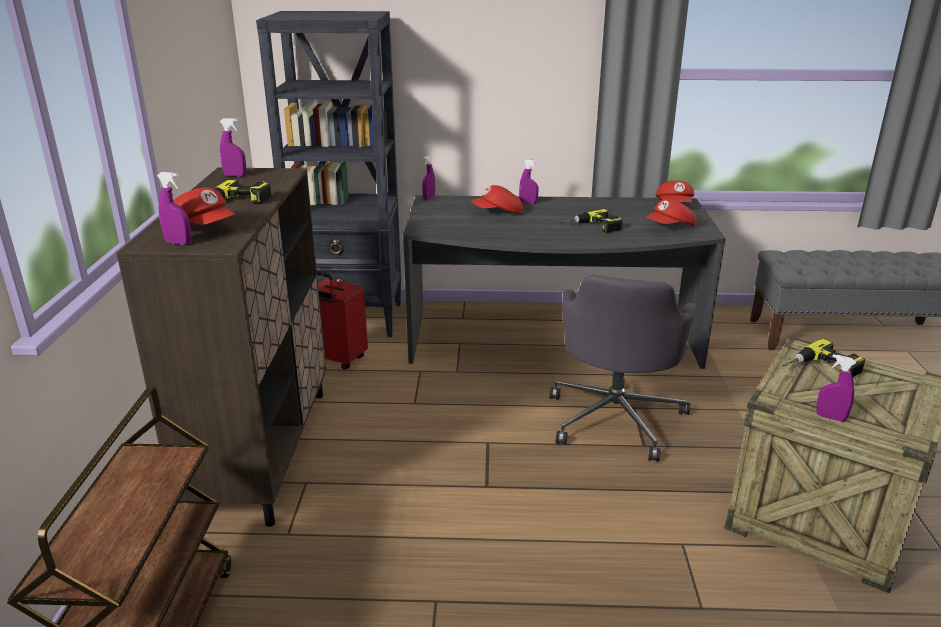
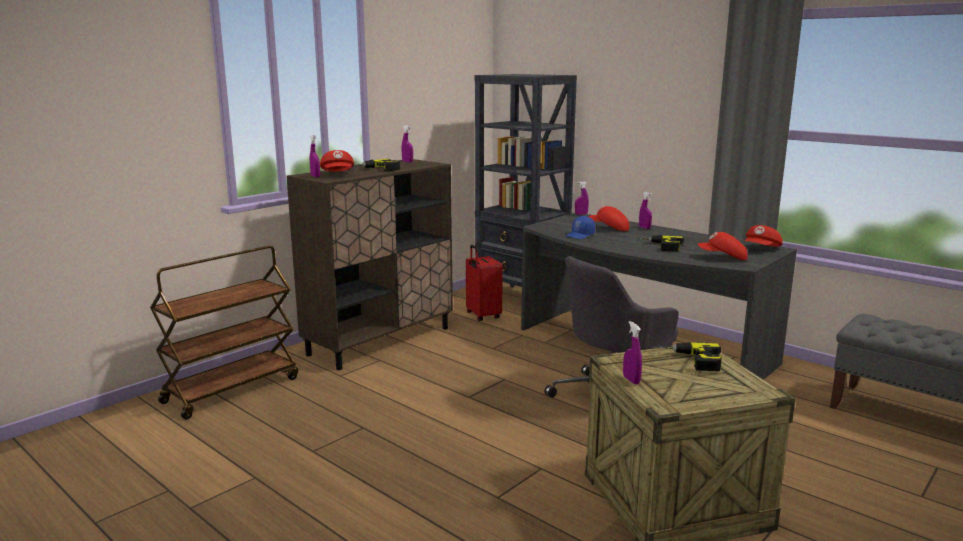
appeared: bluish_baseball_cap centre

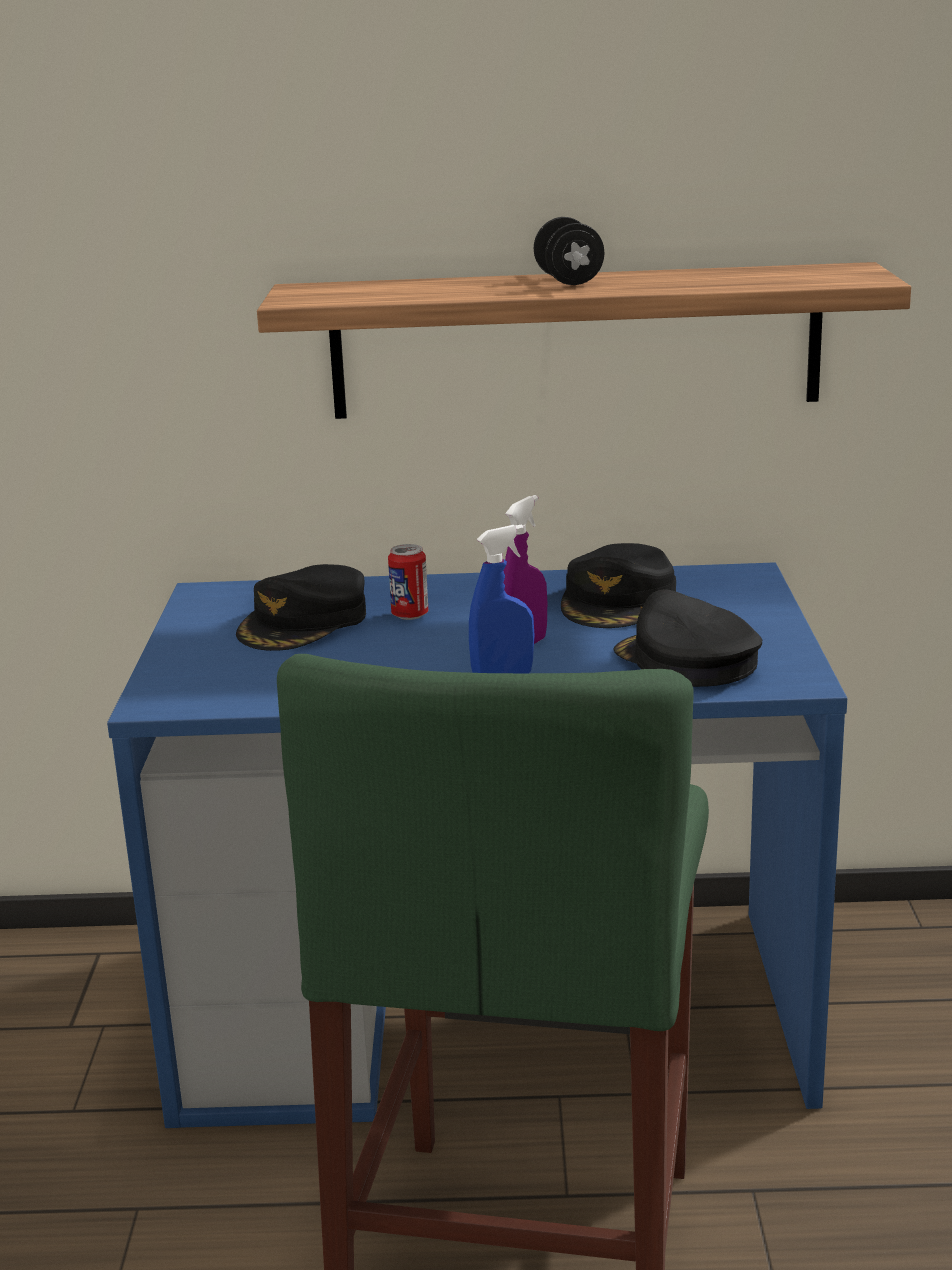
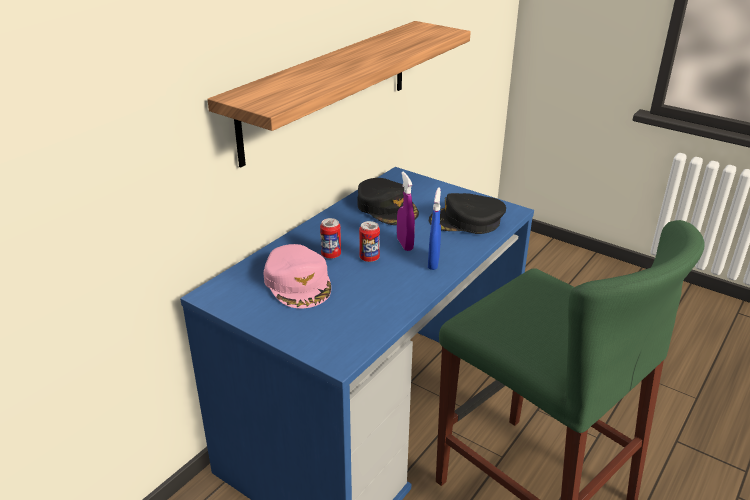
missing: black_dumbbell top centre
appeared: metal_can (no. 2 from left) centre
colour: black_baseball_cap (no. 1 from left) middle left to pinkish_baseball_cap centre

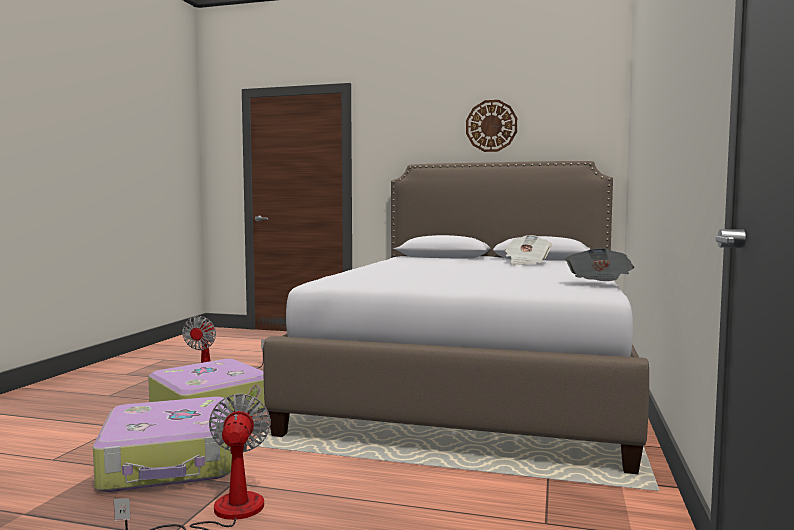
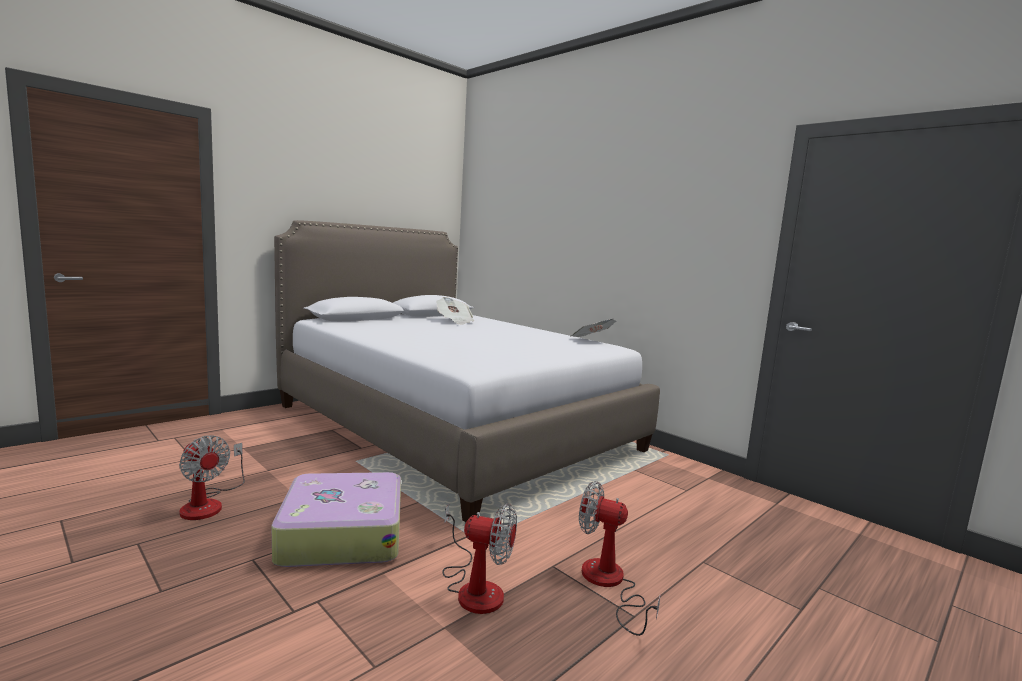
missing: hanging_clock top centre
exchanged: piece_of_luggage (no. 1 from left) bottom left to cooling_fan (no. 2 from left) bottom centre

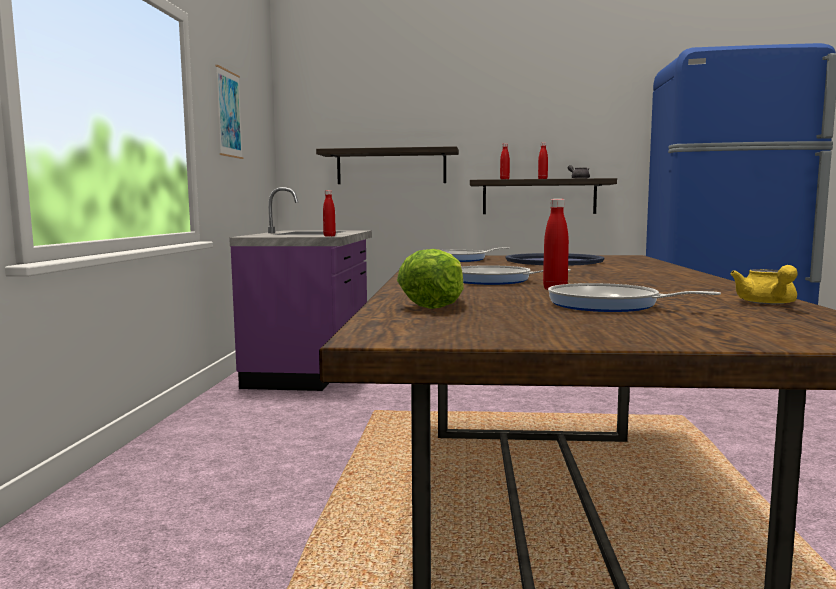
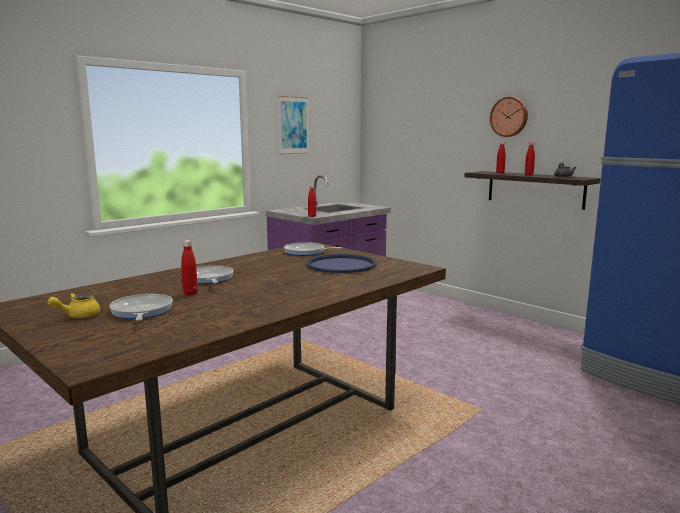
missing: bracket_shelf (no. 1 from left) top centre; lettuce centre
appeared: hanging_clock top right
relocated: yellow-coloured_teapot middle right to middle left

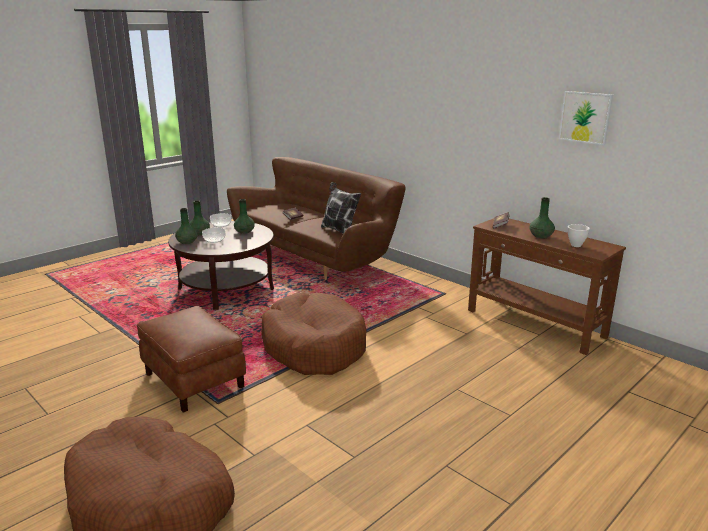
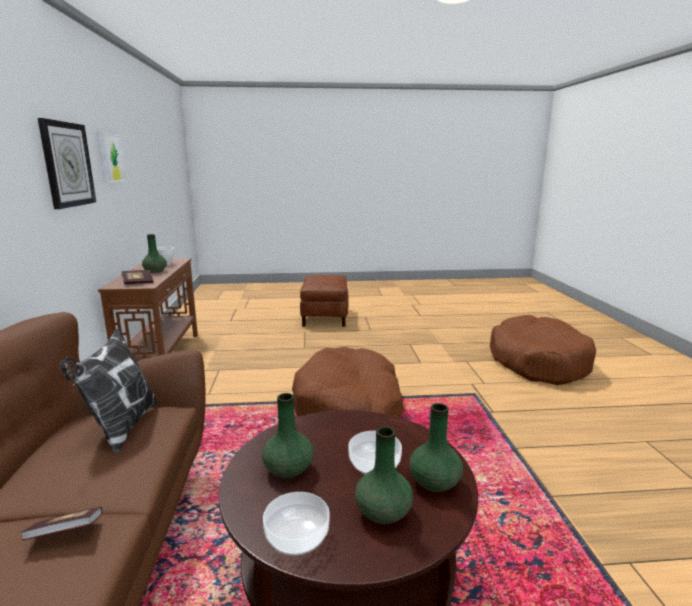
appeared: hanging_clock top left
relocated: brown-coloured_ottoman bottom left to centre

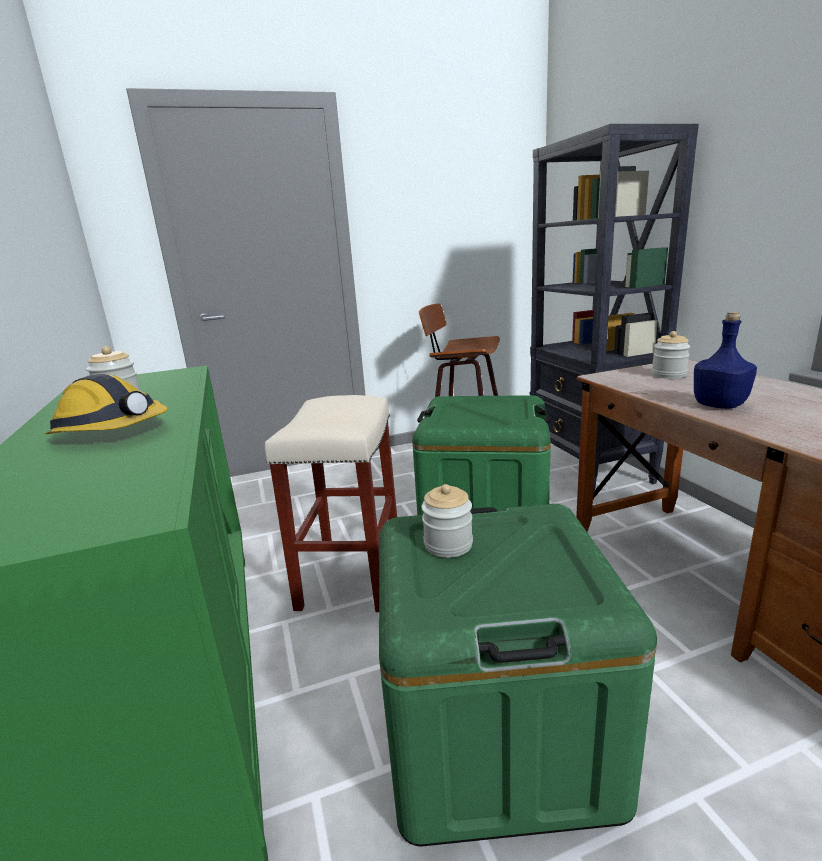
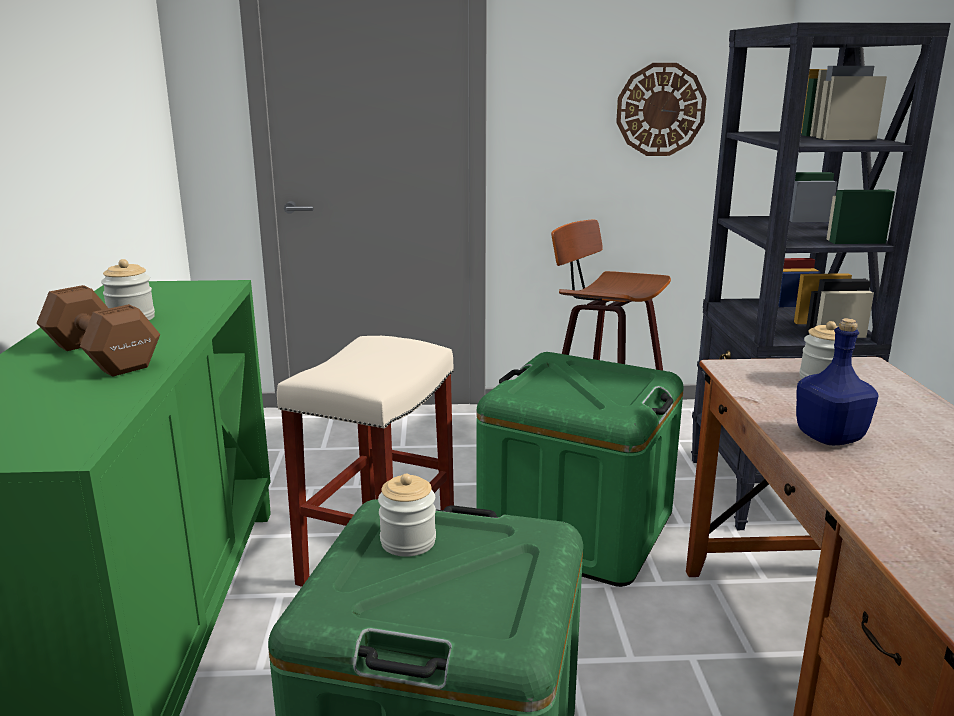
appeared: hanging_clock top right
exchanged: work_helmet middle left to brown-coloured_dumbbell middle left

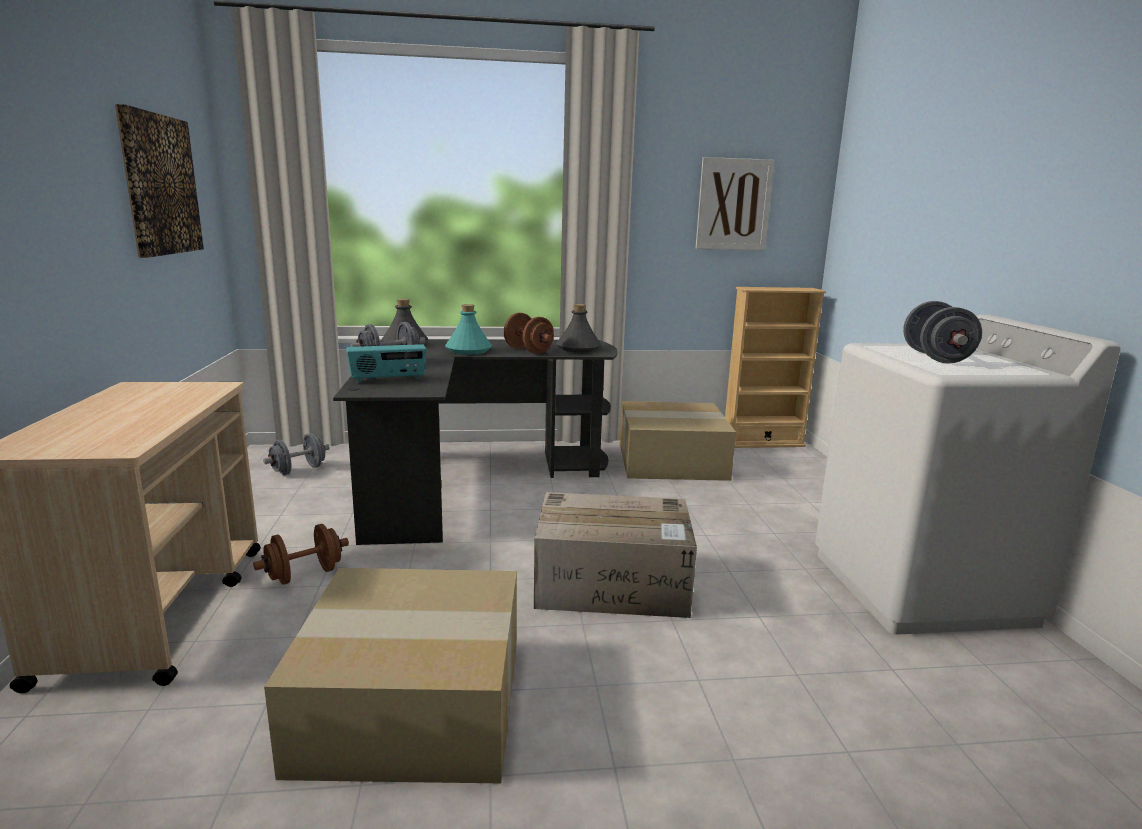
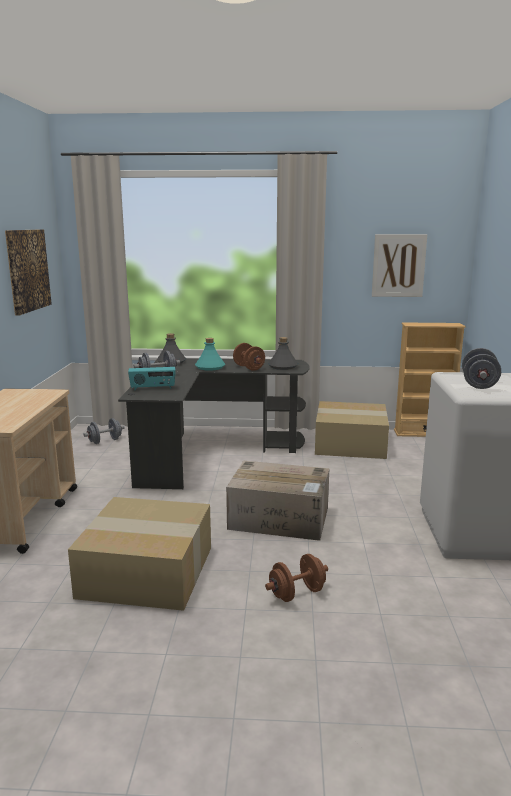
relocated: brown-coloured_dumbbell (no. 1 from left in the first image) bottom left to brown-coloured_dumbbell (no. 2 from left) bottom centre

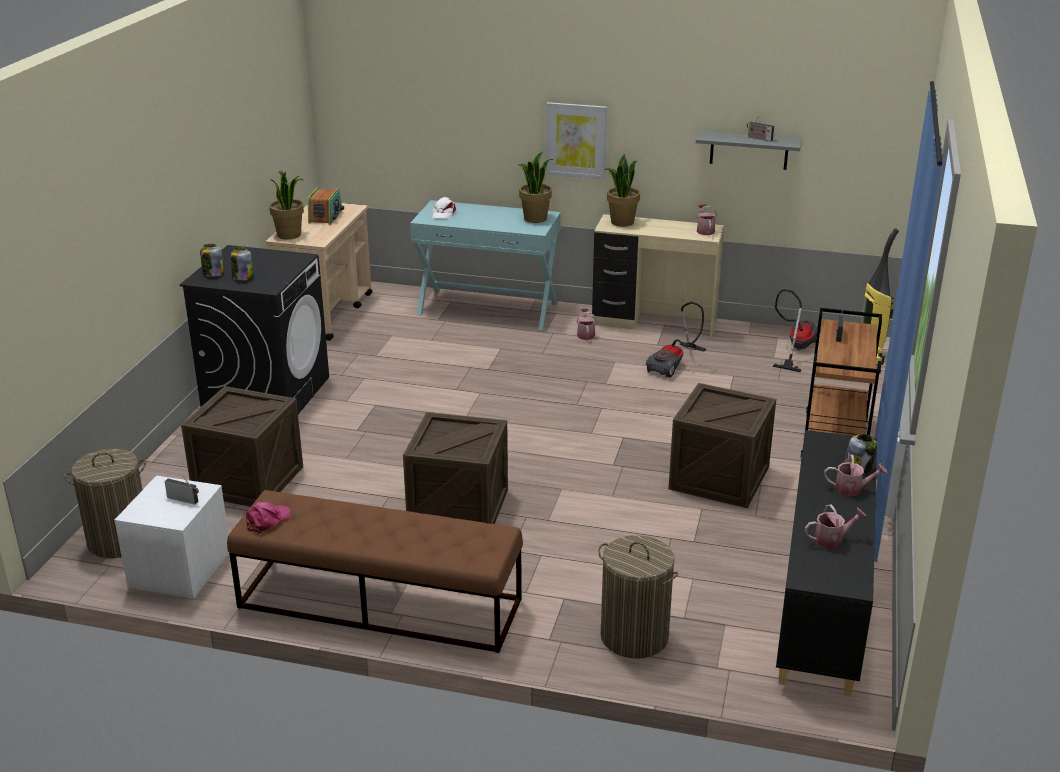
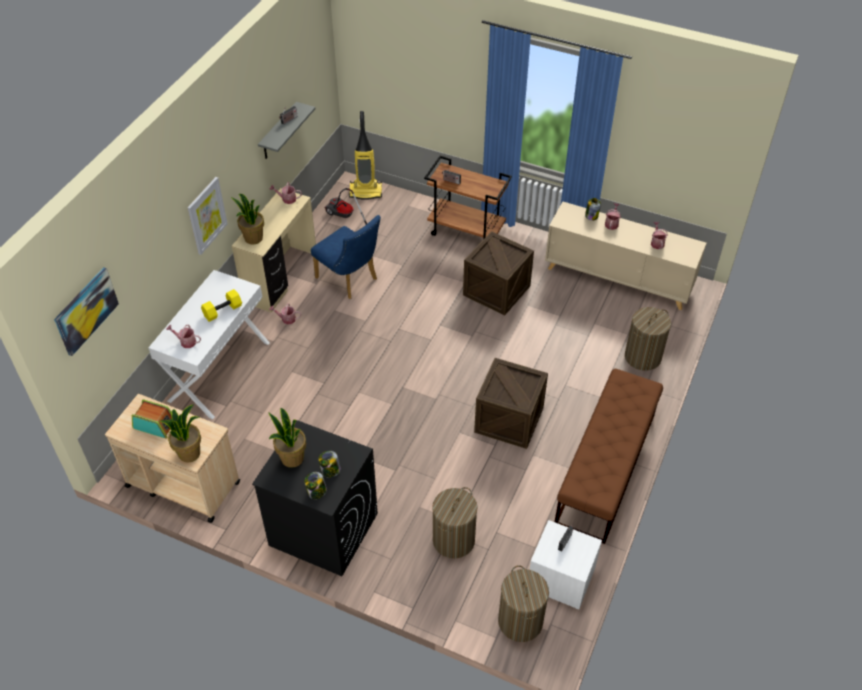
missing: pinkish_baseball_cap bottom left
appeared: wall_art (no. 1 from left) middle left; yellow-coloured_dumbbell middle left
relocated: potted_plant (no. 2 from left in the first image) top centre to potted_plant (no. 3 from left) middle left
exchanged: white-coloured_baseball_cap top centre to watering_can (no. 1 from left) middle left; vacuum (no. 1 from left) centre to bluish_upright_chair centre; shipping_crate (no. 1 from left) middle left to washing_basket (no. 1 from left) bottom centre
colour: turquoise_console_table centre to white-coloured_console_table middle left; black_cupboard bottom right to beige-coloured_cupboard middle right

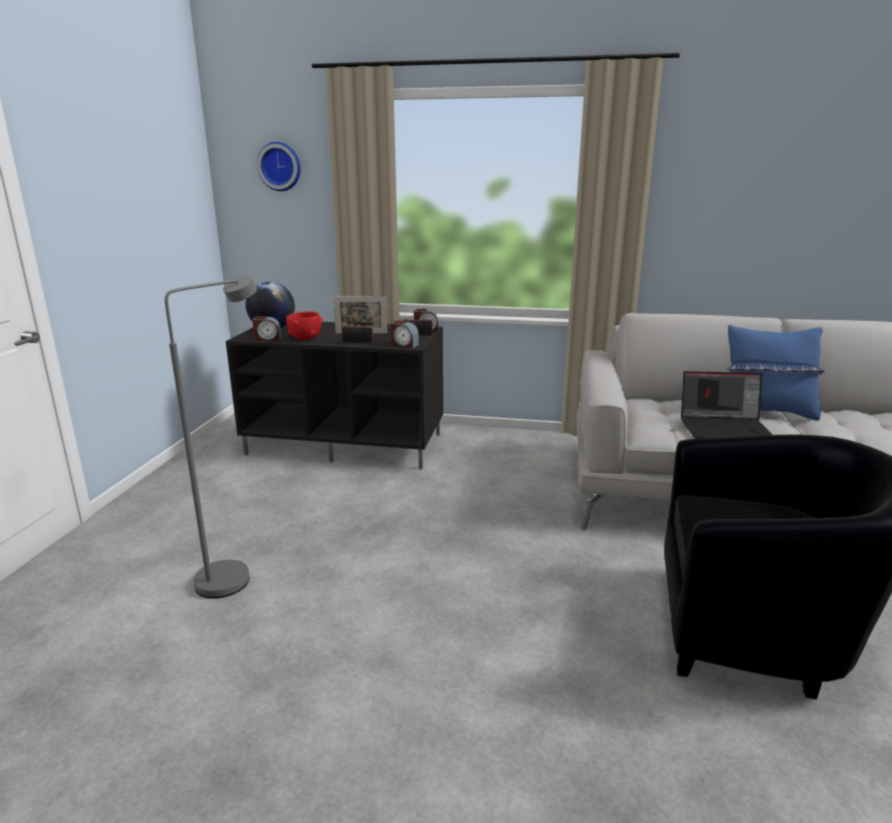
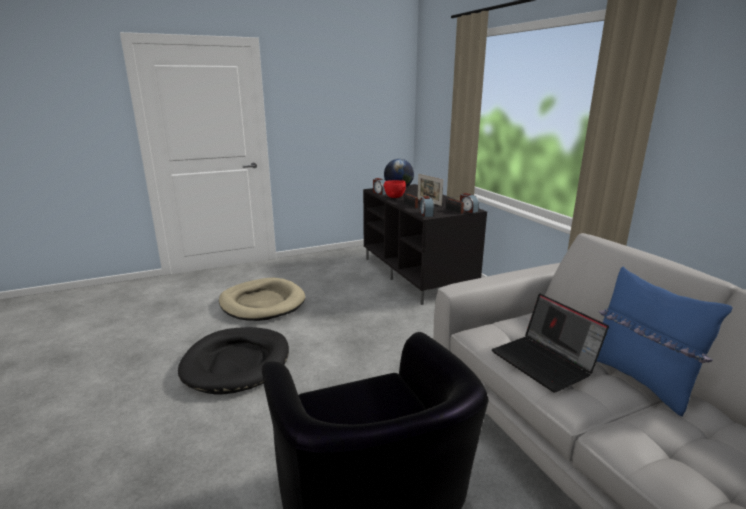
missing: hanging_clock top left
appeared: black_dog_cushion bottom left
exchanged: greyish_floor_lamp middle left to beige-coloured_dog_cushion centre

